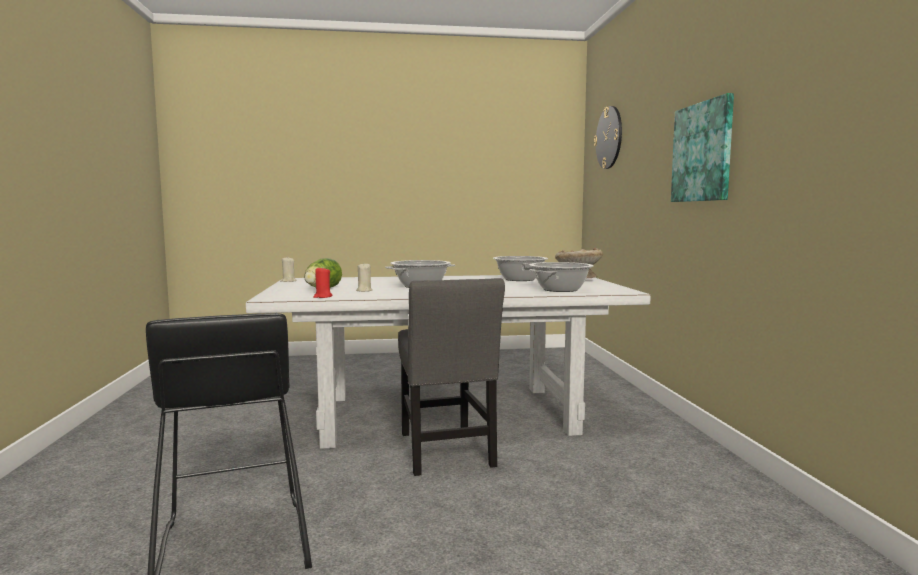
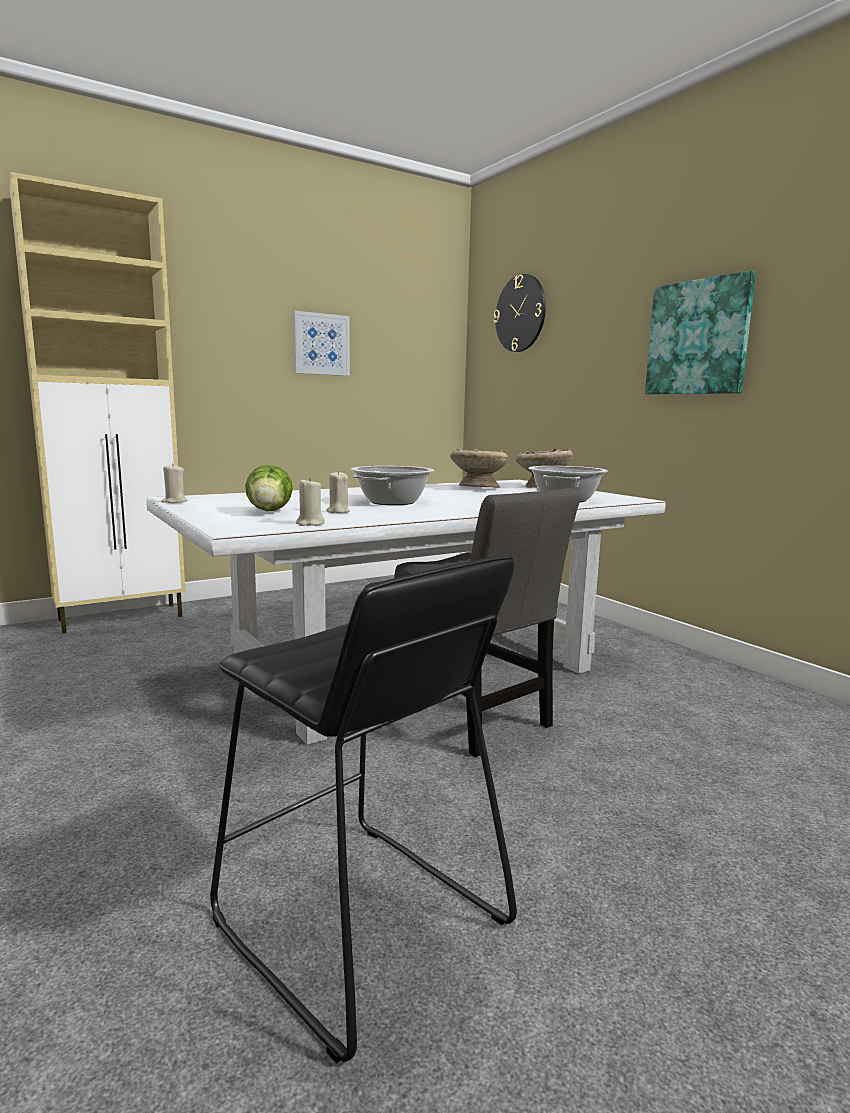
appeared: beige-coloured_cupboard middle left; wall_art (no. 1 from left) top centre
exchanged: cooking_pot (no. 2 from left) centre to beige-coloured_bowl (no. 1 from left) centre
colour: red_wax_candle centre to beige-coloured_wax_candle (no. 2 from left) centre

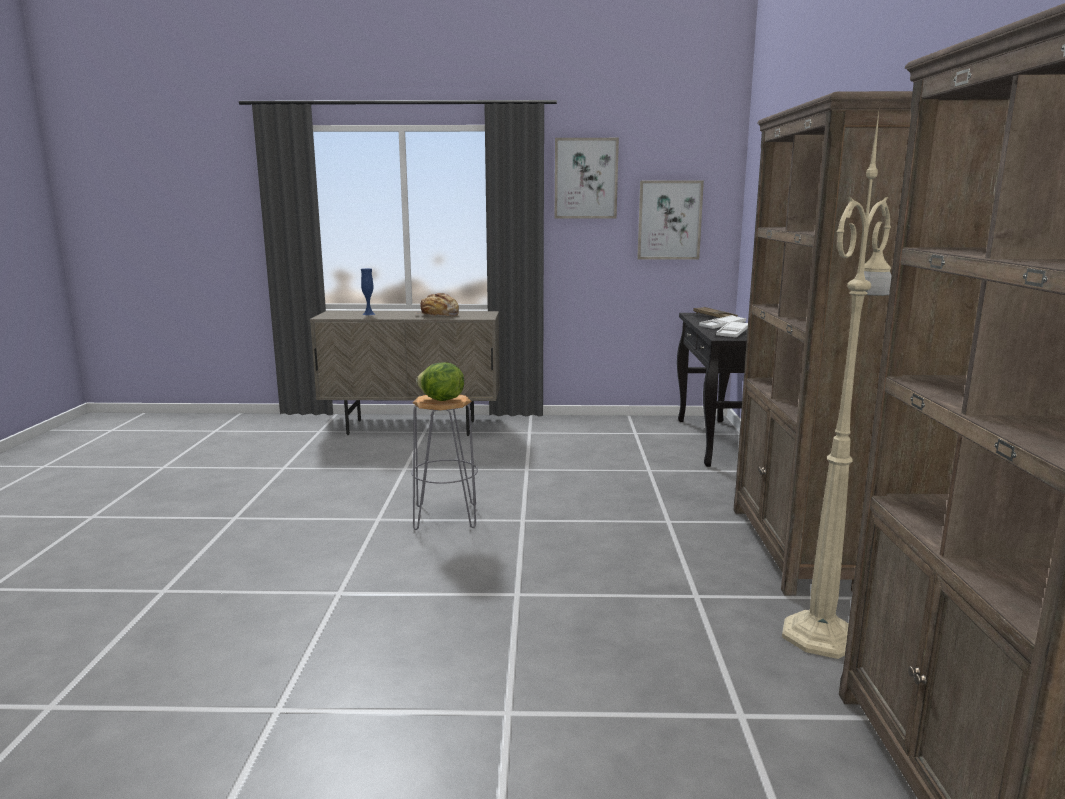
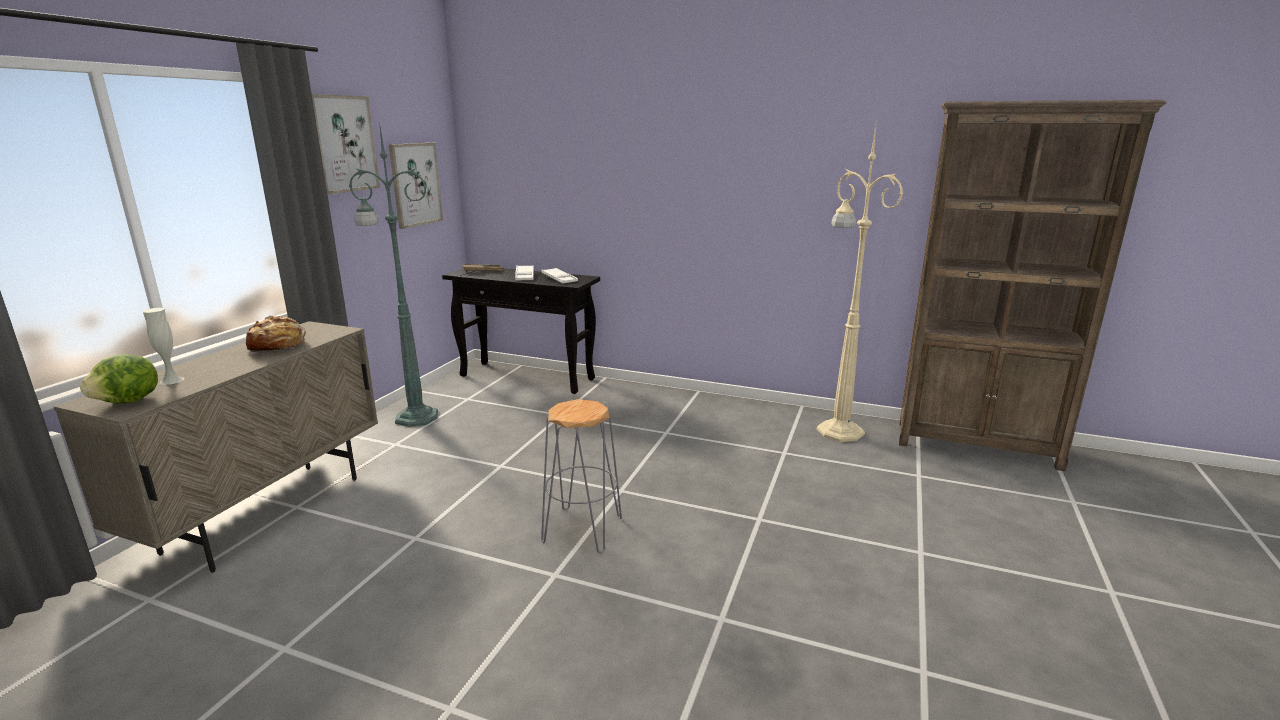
missing: brown-coloured_shelving_unit (no. 1 from left) middle right
appeared: green-coloured_floor_lamp middle left
relocated: lettuce centre to middle left
colour: bluish_flower_vase centre to white-coloured_flower_vase middle left

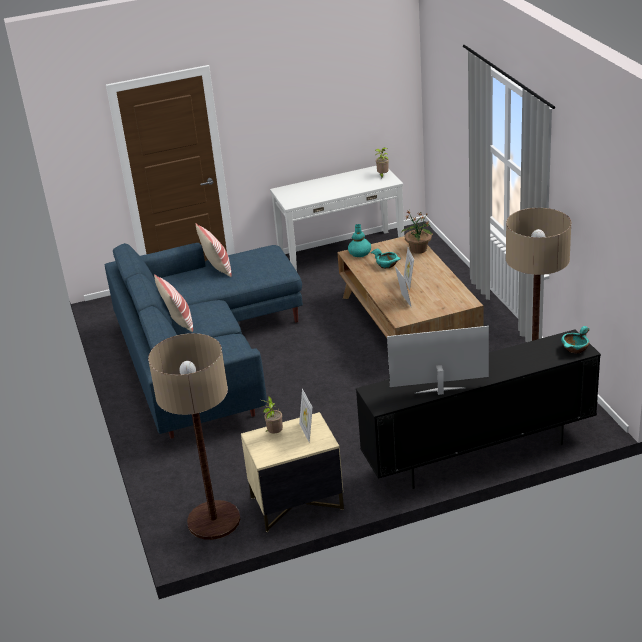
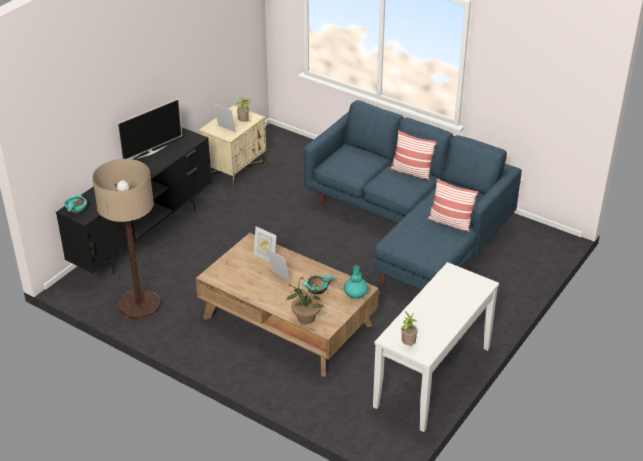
missing: floor_lamp (no. 1 from left) bottom left

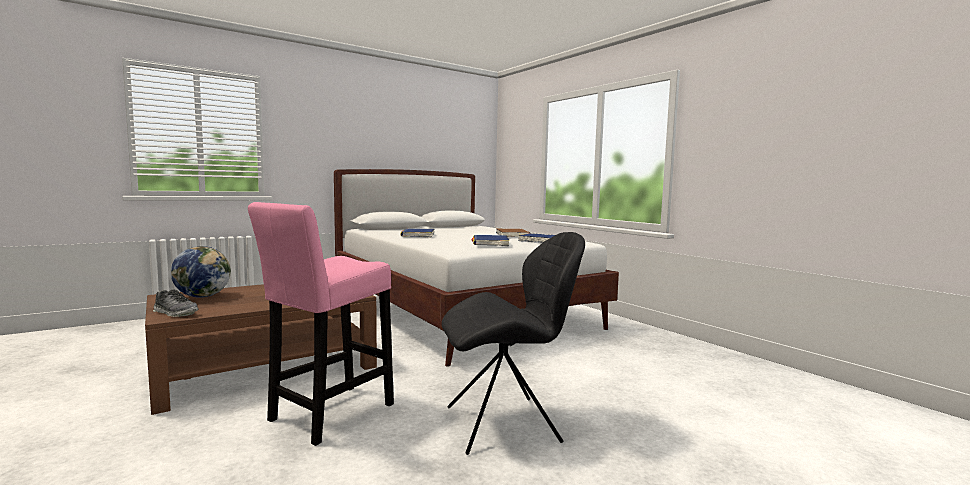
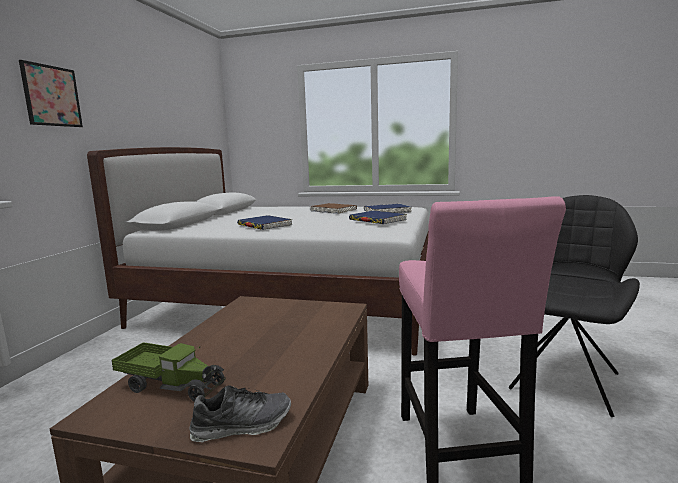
appeared: wall_art top left
exchanged: world_globe middle left to model_truck bottom left

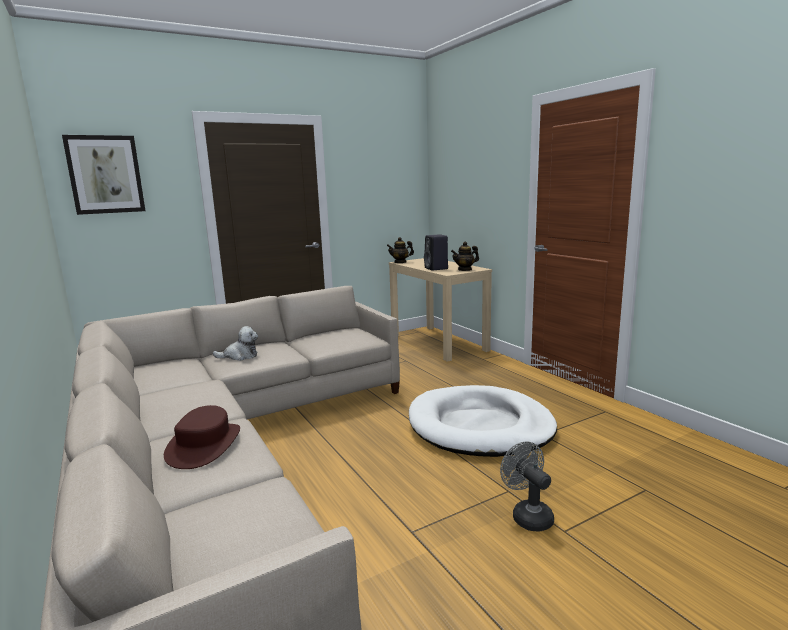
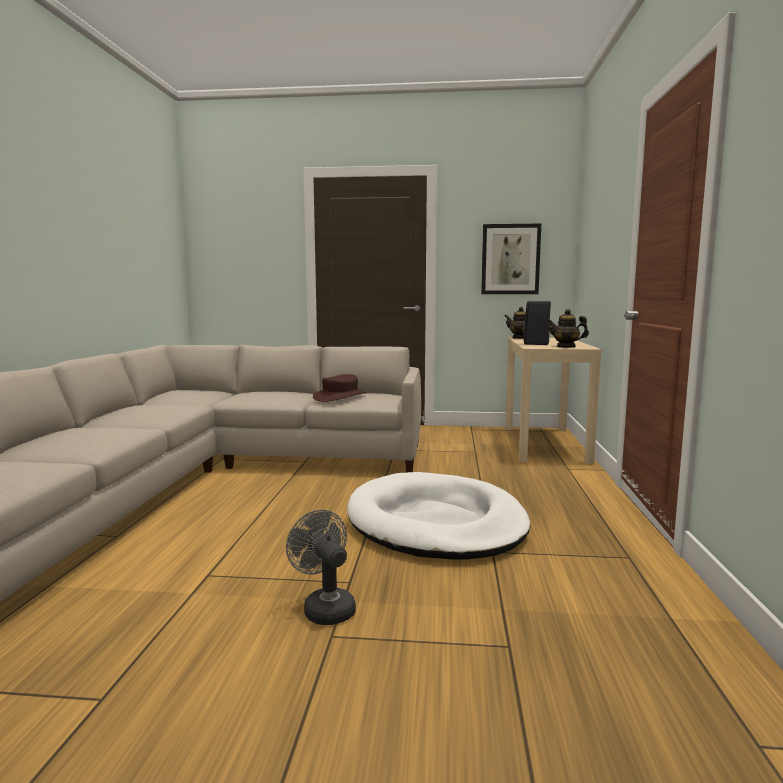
missing: plush_toy middle left
relocated: brown-coloured_clothing_hat bottom left to centre; wall_art top left to top centre
spun: greyish_cooling_fan bottom right = bottom centre 45 degrees counterclockwise

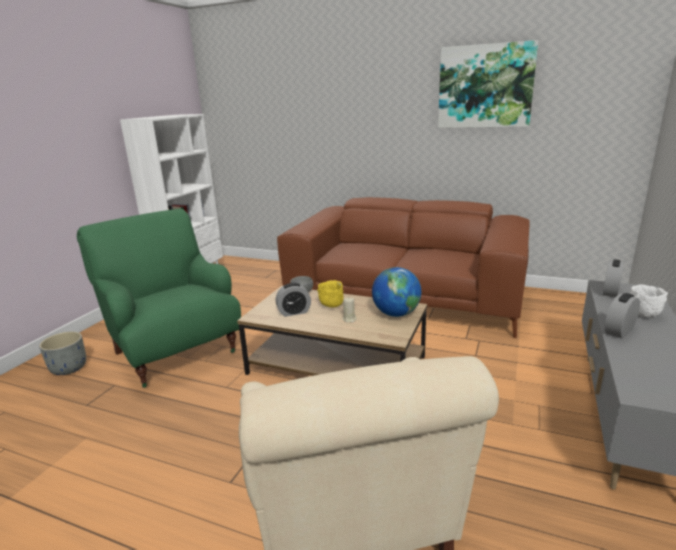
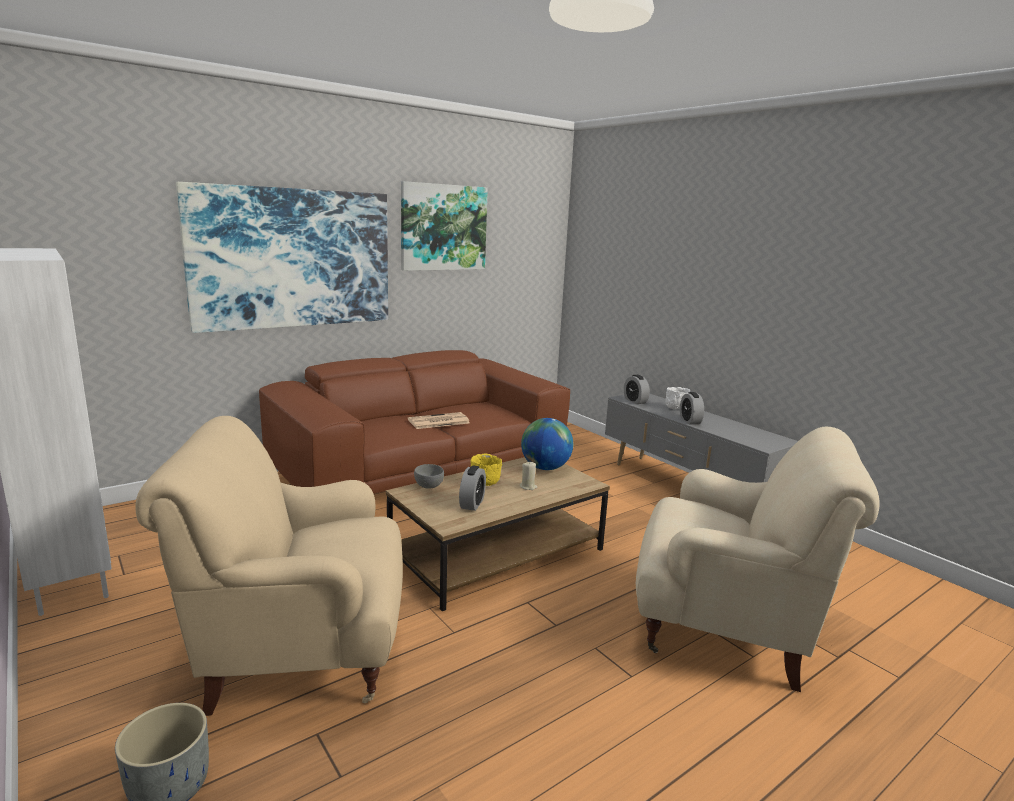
appeared: wall_art (no. 1 from left) top left; printed_paper centre
colour: green-coloured_lounge_chair middle left to beige-coloured_lounge_chair (no. 1 from left) bottom left

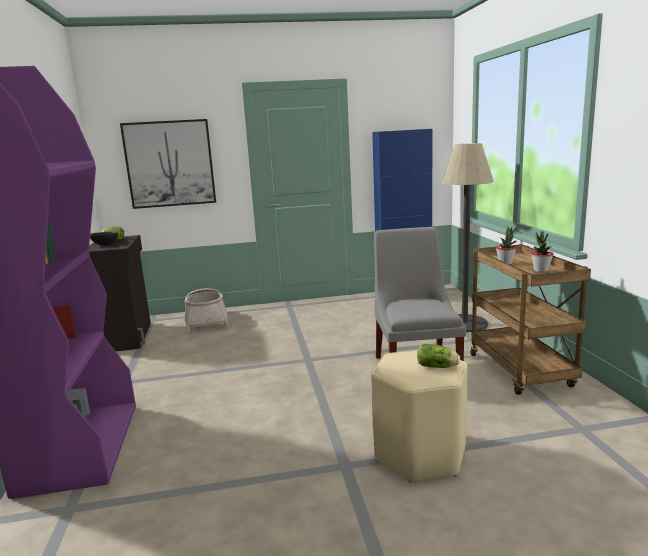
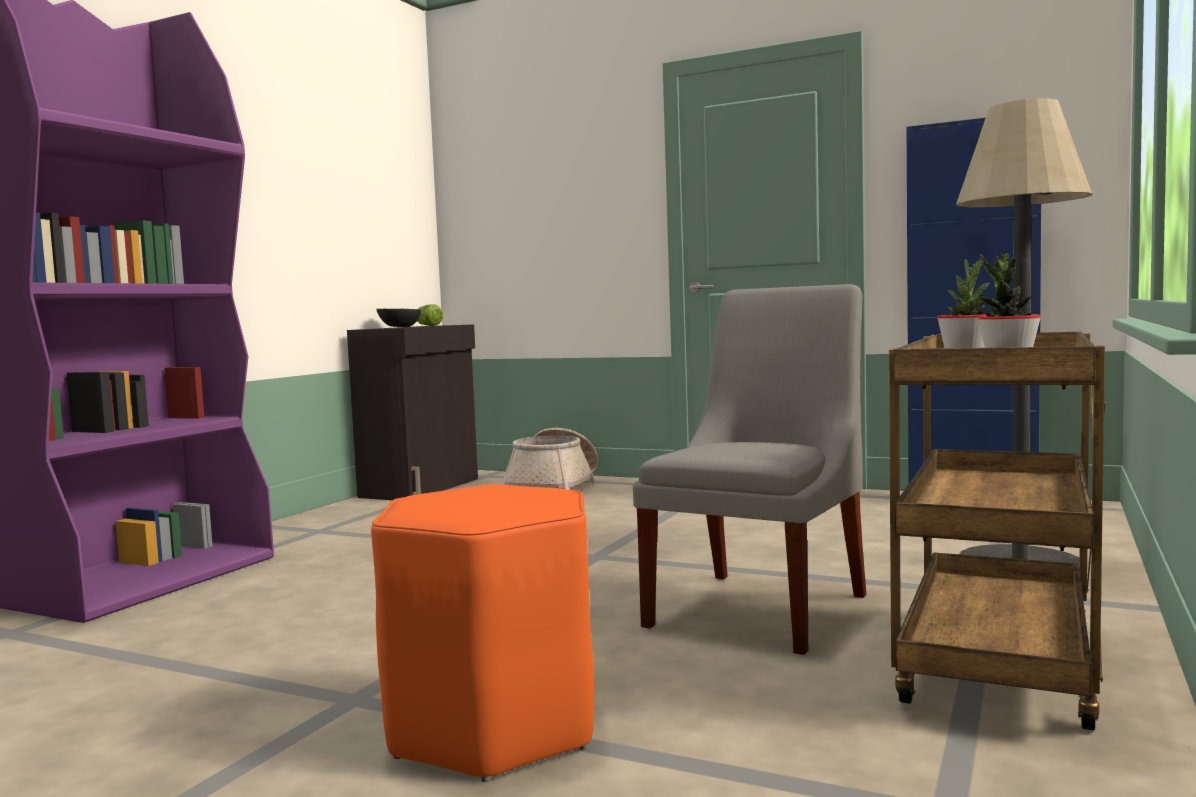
missing: wall_art top left; lettuce (no. 2 from left) middle right
colour: beige-coloured_sitting_stool bottom centre to orange-coloured_sitting_stool bottom centre

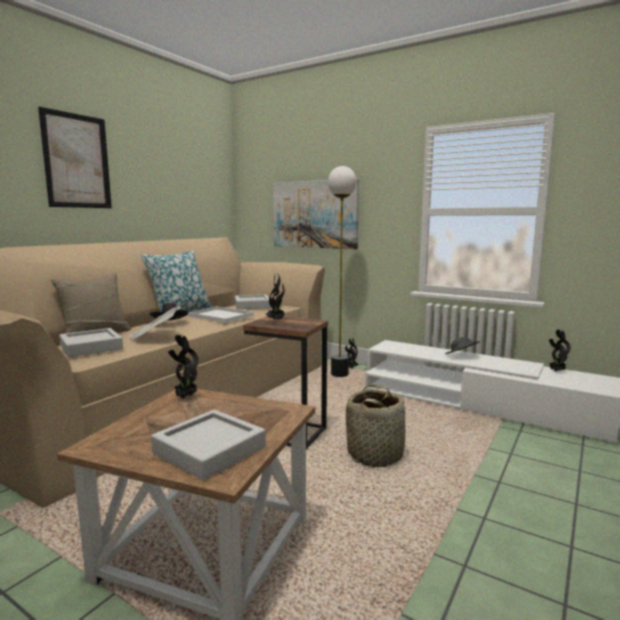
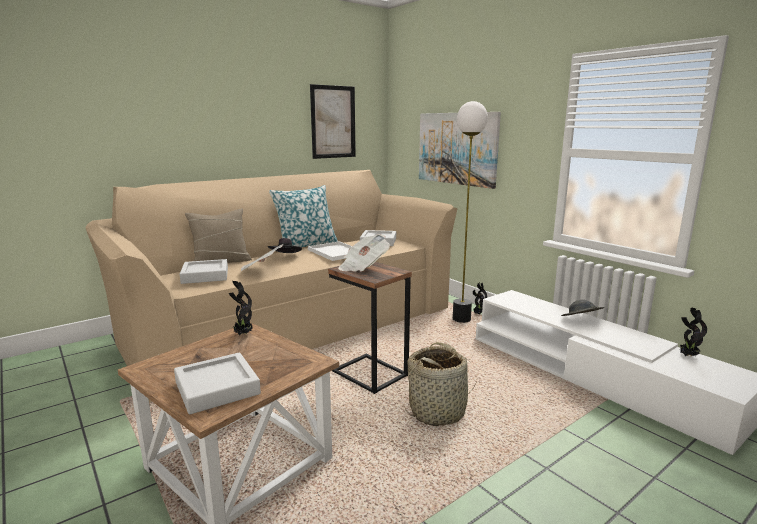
relocated: wall_art (no. 1 from left) top left to top centre
exchanged: potted_plant (no. 2 from left) centre to printed_paper (no. 2 from left) centre

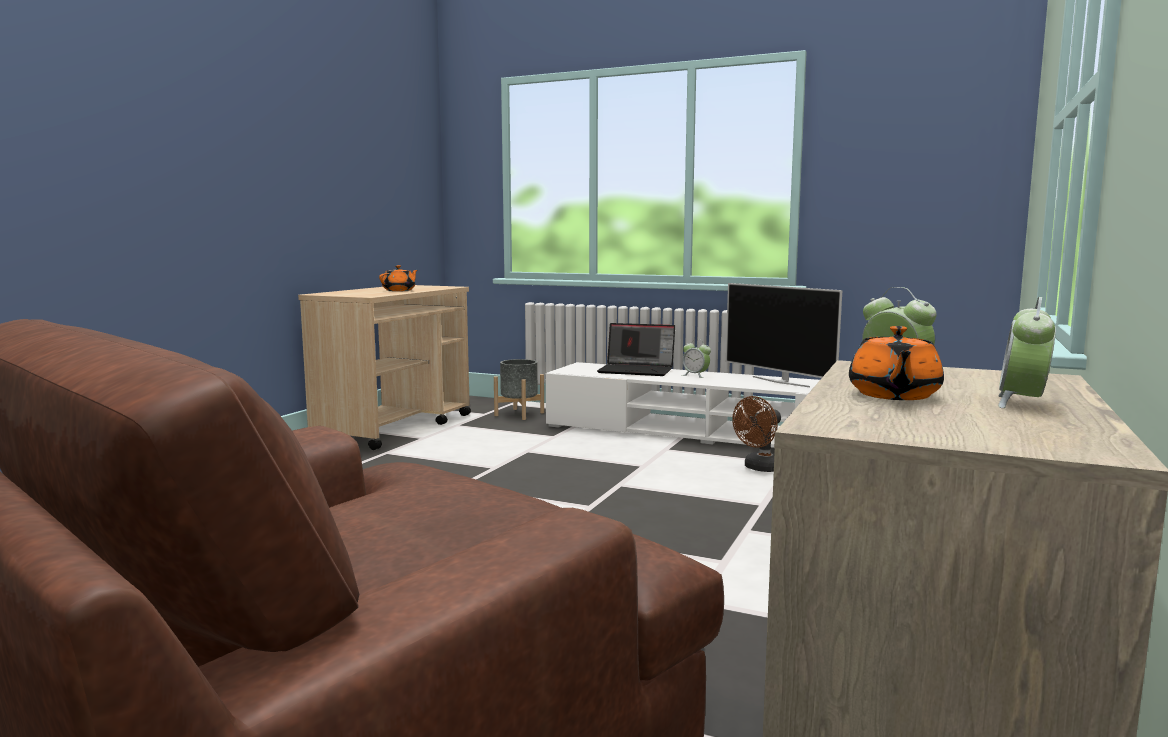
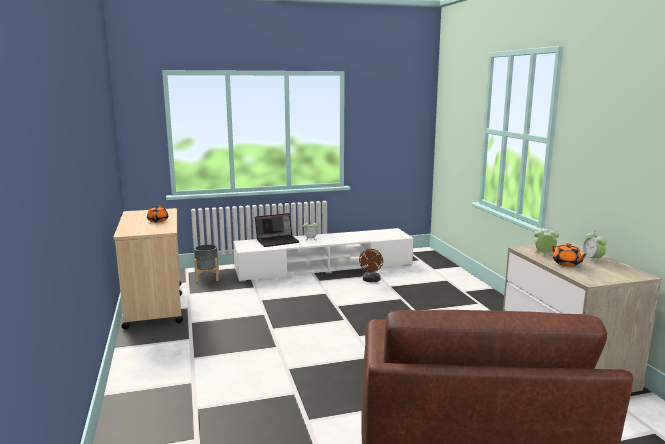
missing: TV_set middle right

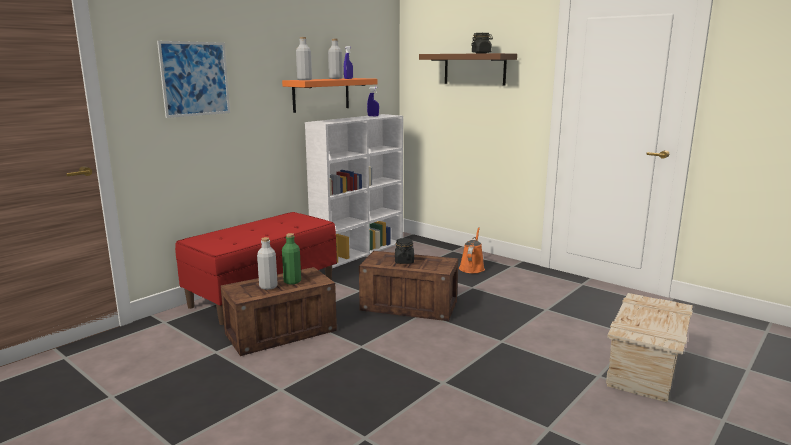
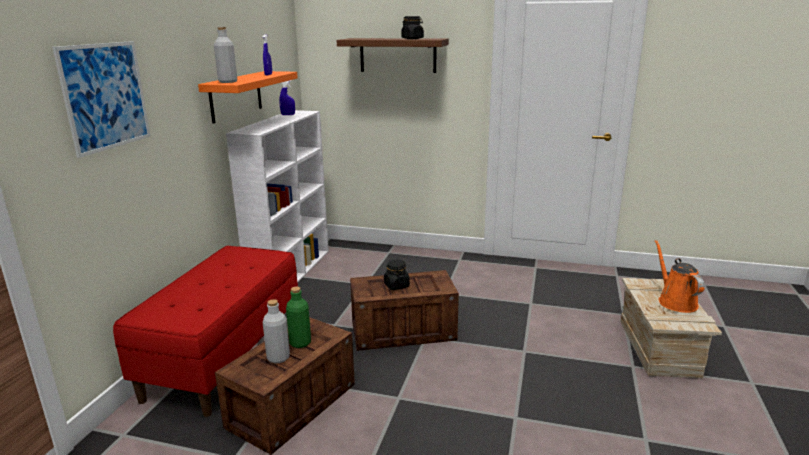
missing: greyish_beverage_bottle (no. 3 from left) top centre
relocated: orange-coloured_watering_can centre to middle right

